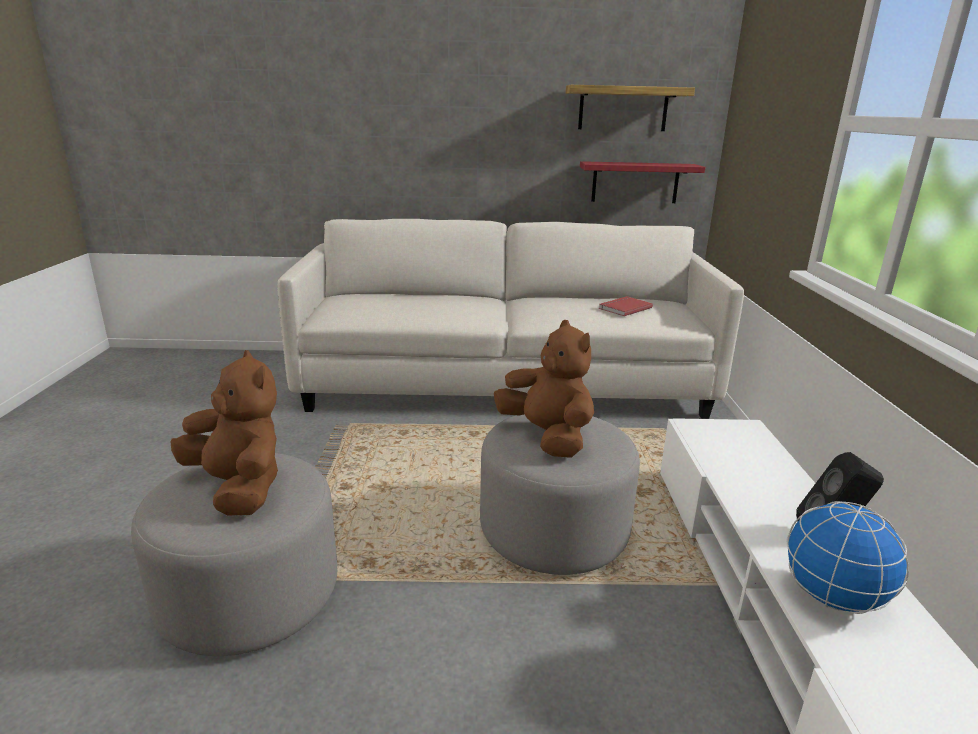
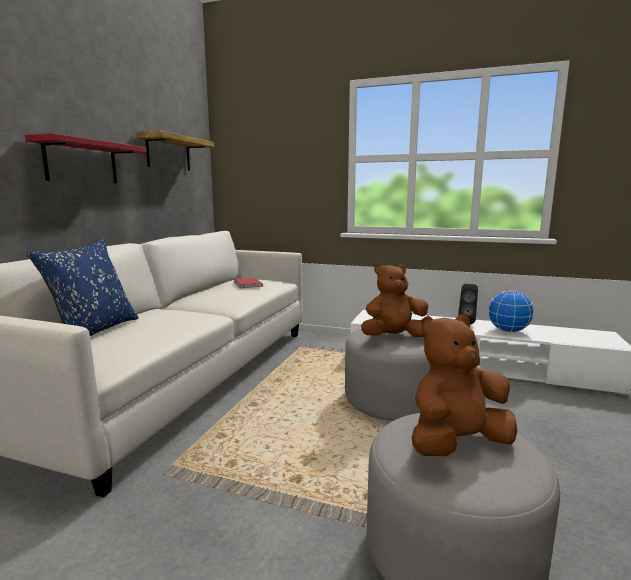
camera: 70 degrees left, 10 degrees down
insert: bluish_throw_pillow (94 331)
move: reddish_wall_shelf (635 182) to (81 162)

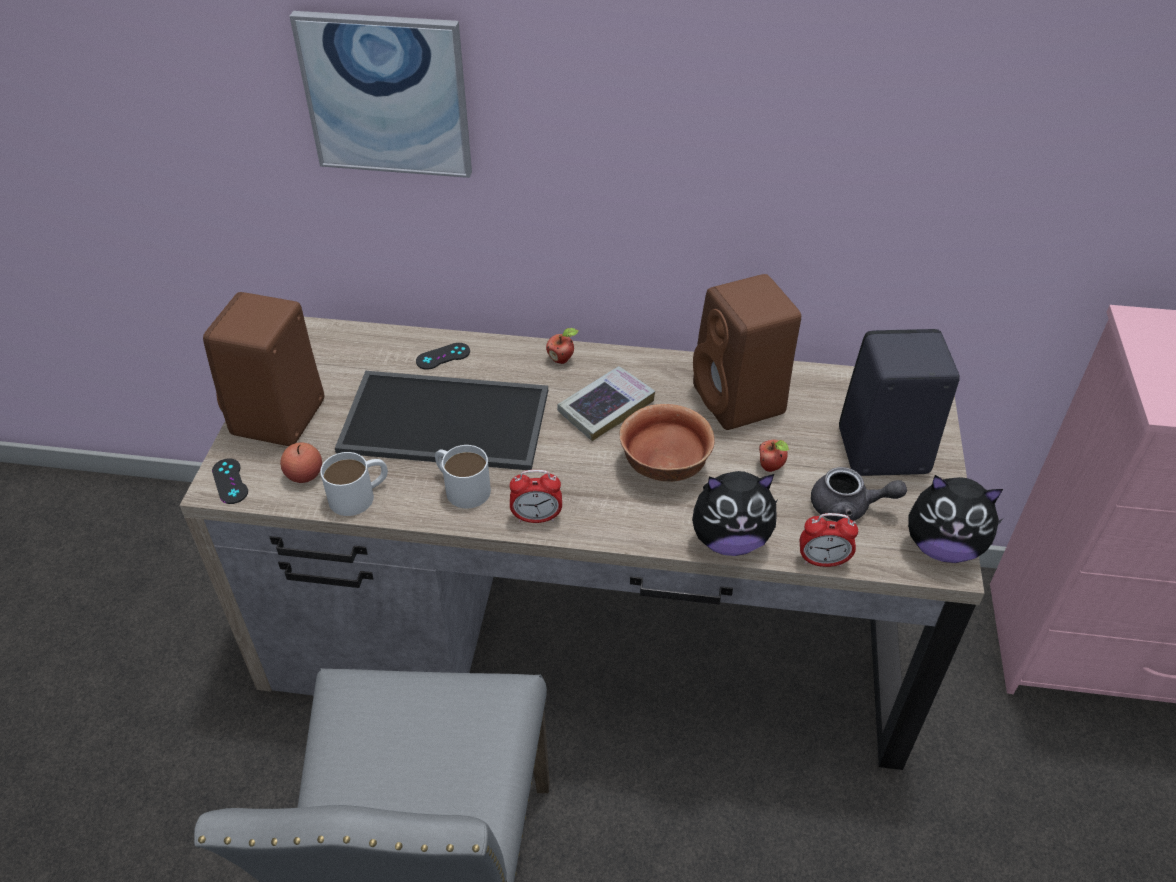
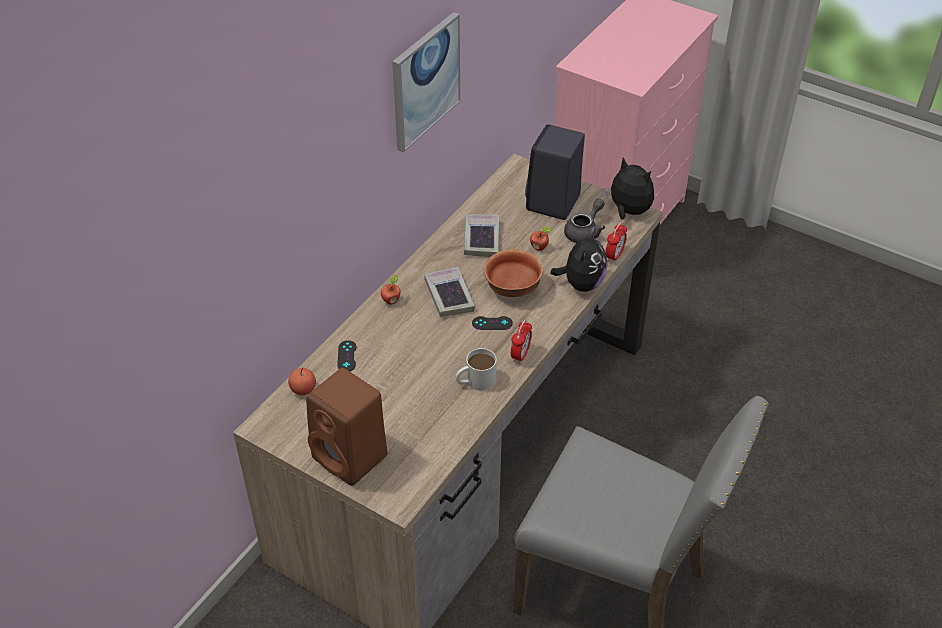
camera: 65 degrees left, 0 degrees up
delete: white_coffee_mug (360 495); serving_tray (442 423)
move: blackish_game_controller (230 481) to (492 323); apple_fruit (304 475) to (303 389); wall_art (386 95) to (425 81)
replace: brownish_loudspeaker (740 401) to book (481 239)
rotate: soft_toy (942 546) = (628 211) 90 degrees counterclockwise

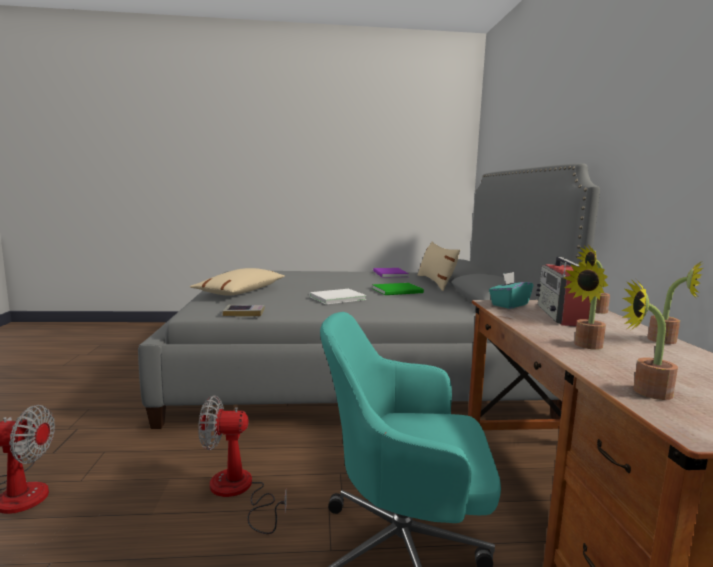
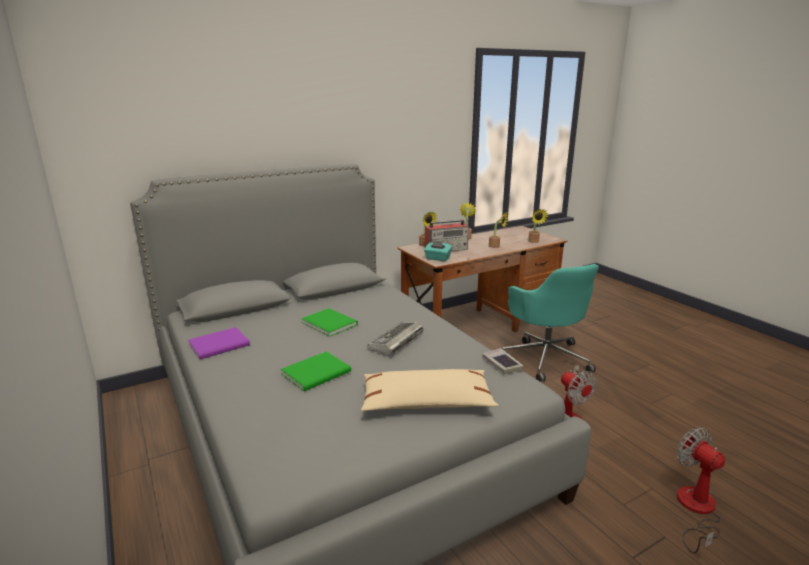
camera: 115 degrees left, 10 degrees up
delete: beige-coloured_throw_pillow (436 282)
insert: green-coloured_book (318 372)
replace: white_book (335 298) to keyboard (396 342)

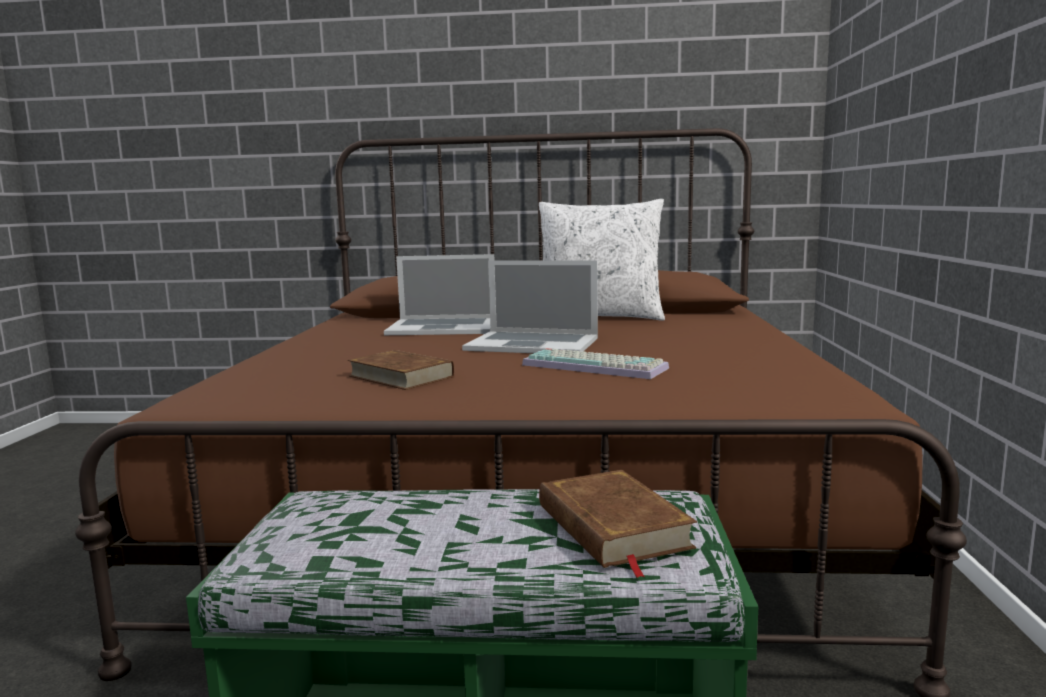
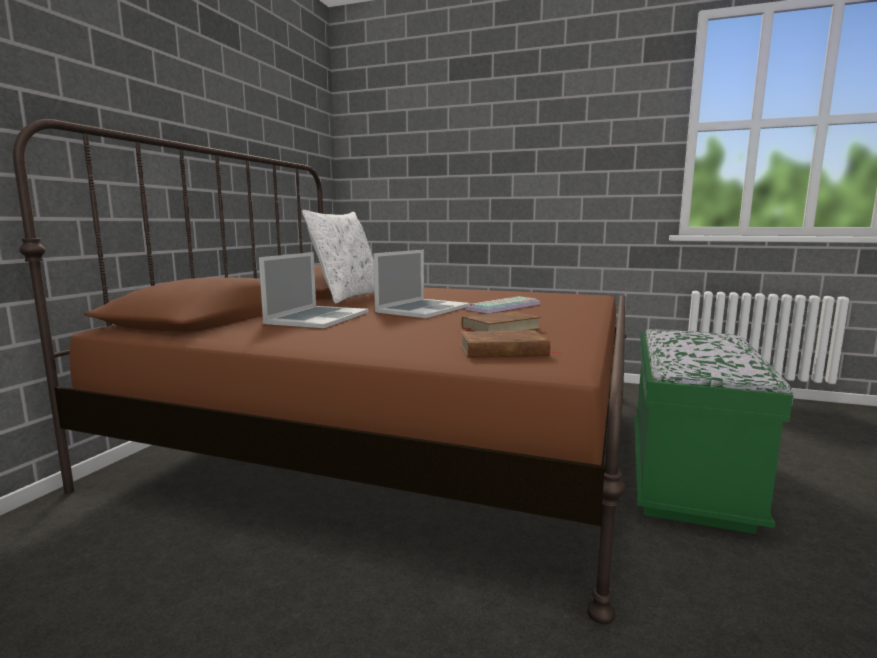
camera: 75 degrees left, 0 degrees up
move: brownish_book (612 527) to (503 351)

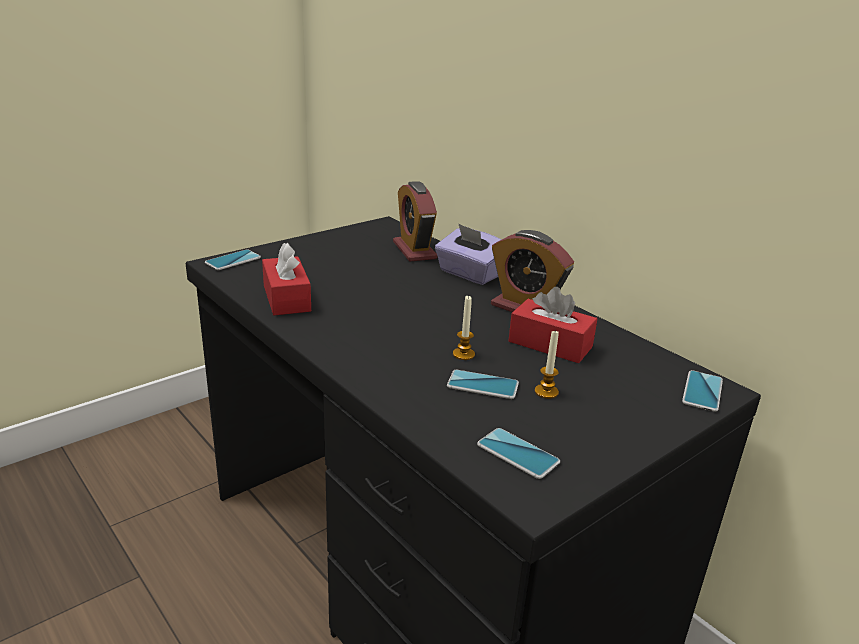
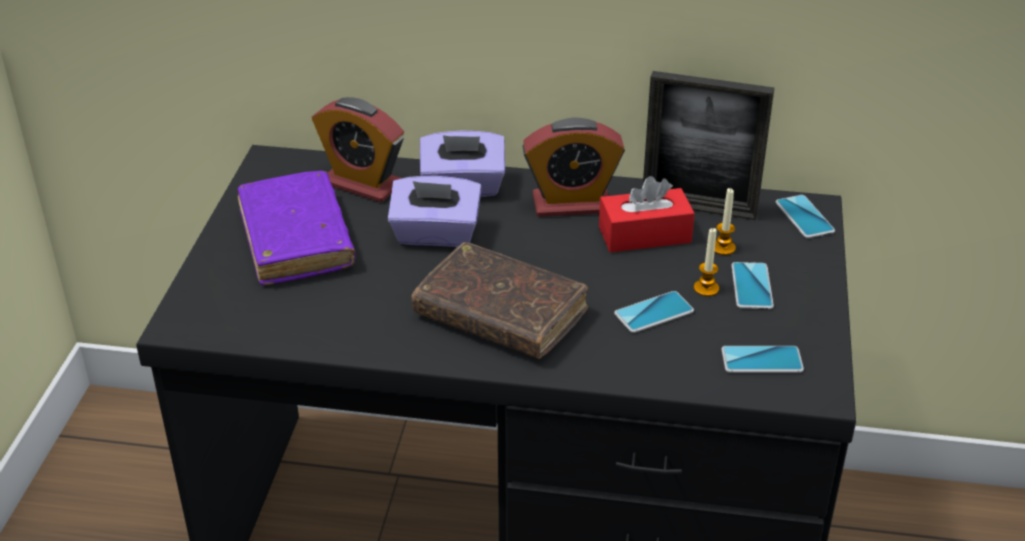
camera: 40 degrees left, 10 degrees up
delete: reddish_tissue_box (286 298)
insert: purple_book (296 240); purple_tissue_box (435 235); brownish_book (500 314); photo_frame (699 207)
move: phone (233 260) to (752 286); wax_candle (463 354) to (723 248)

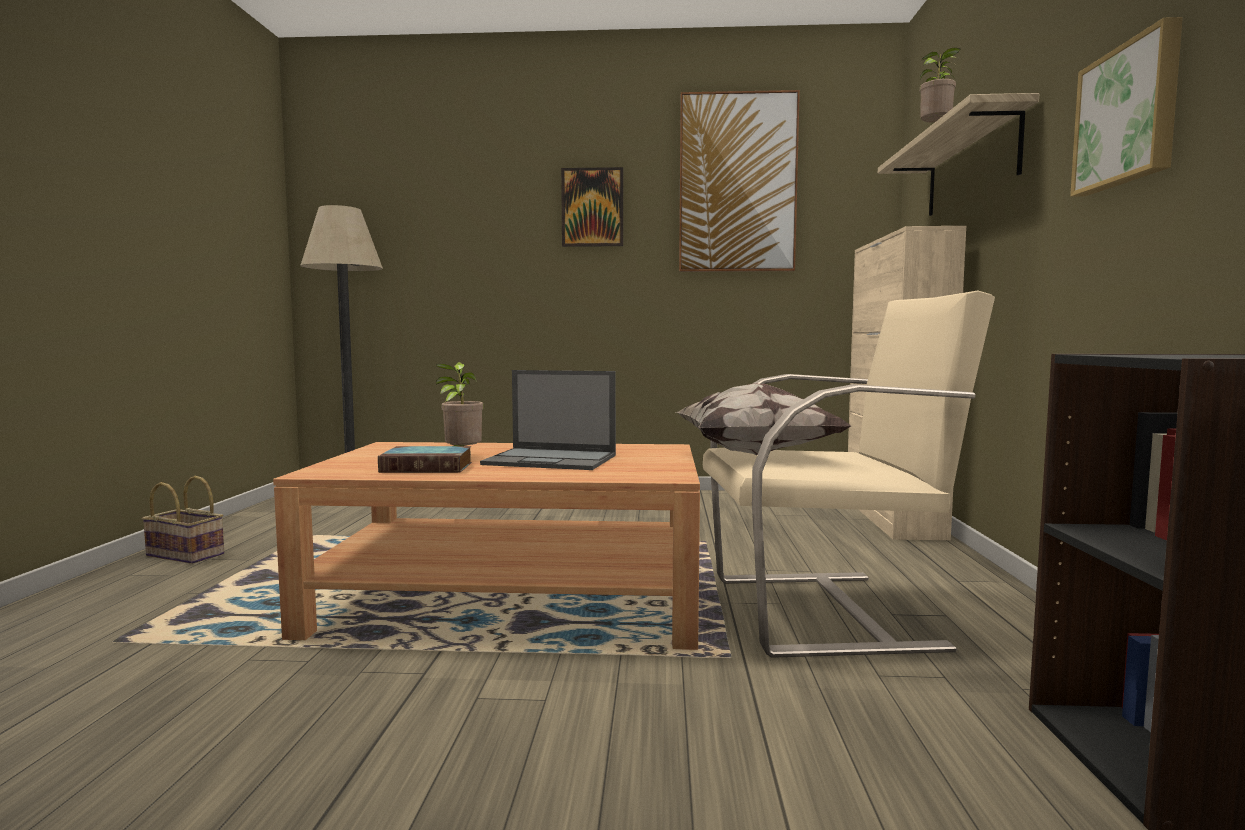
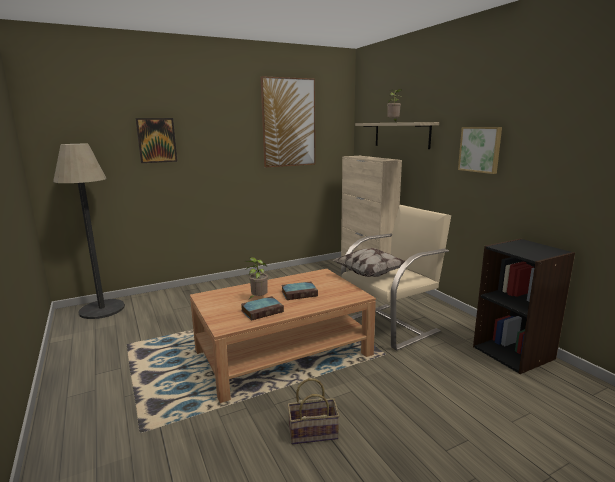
camera: 30 degrees left, 10 degrees up
move: basket (188 555) to (314 432); wall_art (592 207) to (156 140)
replace: laptop (552 460) to book (300 293)

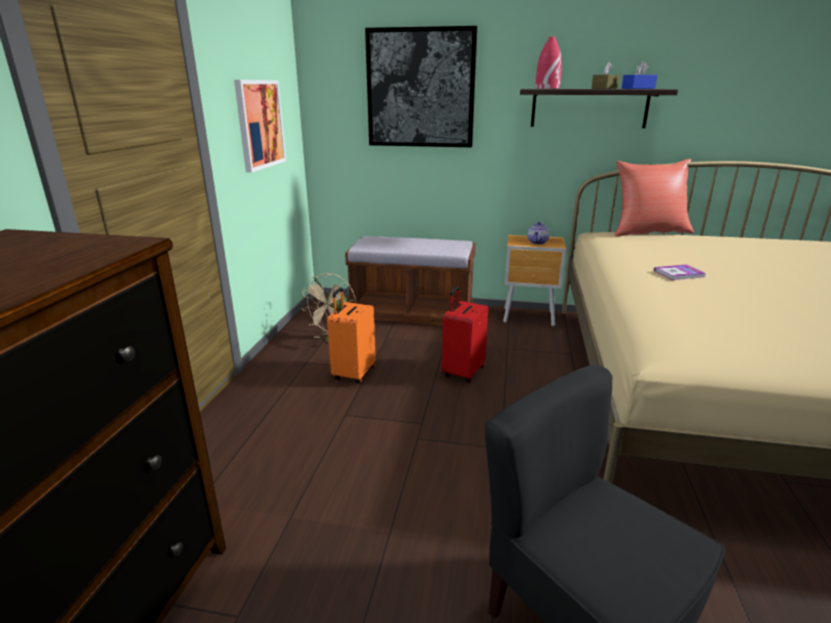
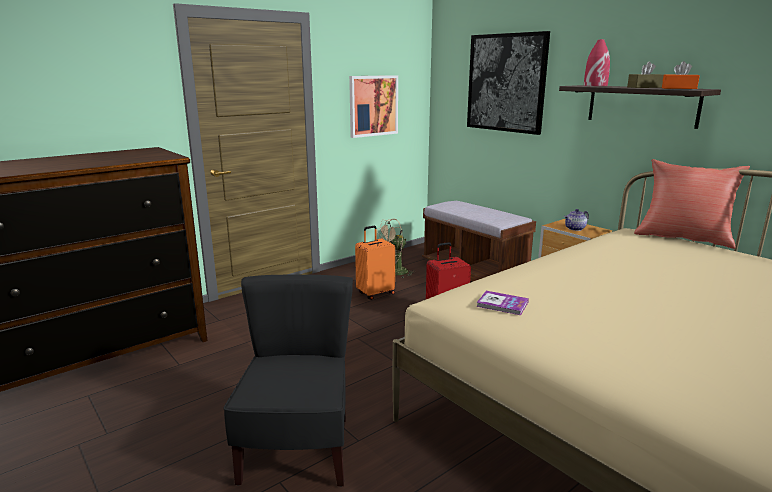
camera: 40 degrees right, 5 degrees down
move: book (679 273) to (502 304)
recolor: bluish_tissue_box (638 88) to orange_tissue_box (679 88)

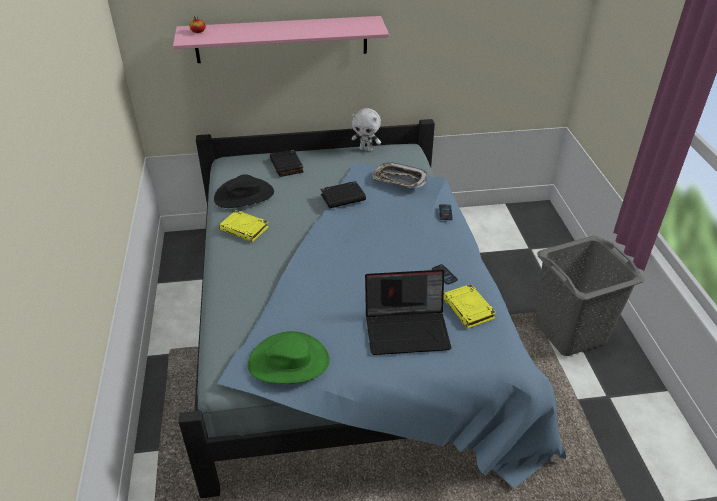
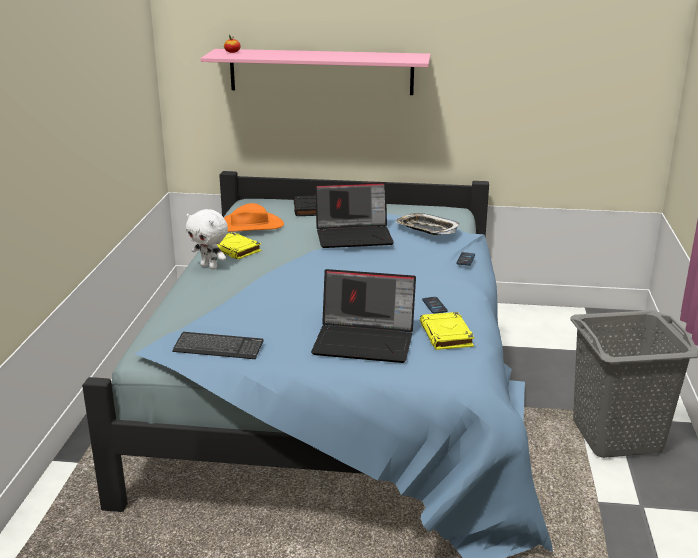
camera: 15 degrees right, 15 degrees down
move: white_soft_toy (366 149) to (210 267)
replace: green-coloured_hat (289 362) to keyboard (218 347); blackish_book (343 197) to laptop (355 236)
recolor: blackish_hat (244 195) to orange_hat (250 226)

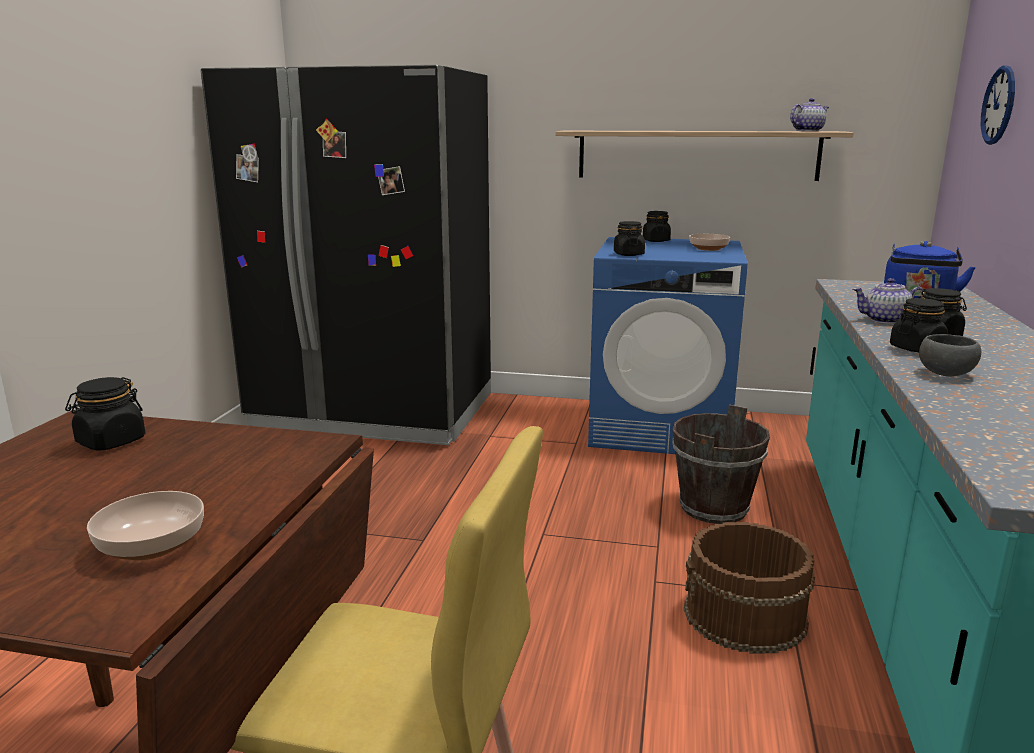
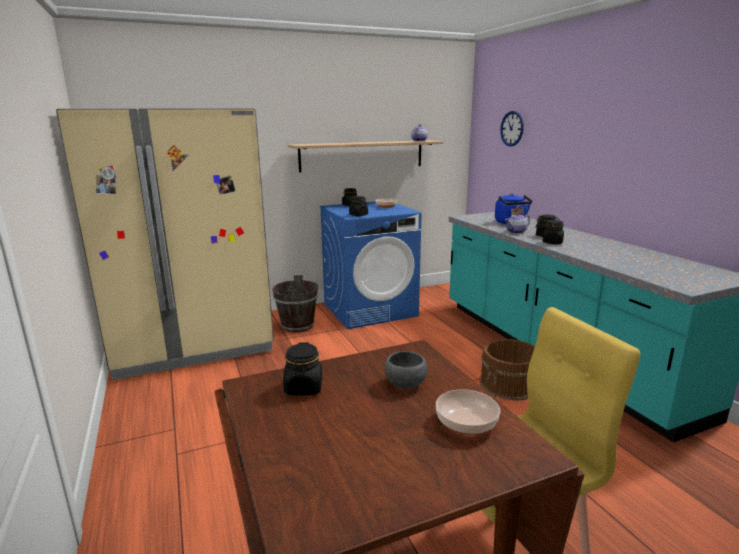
camera: 35 degrees left, 0 degrees up
move: brownish_pail (713 508) to (297 325); gray_deep_dish (945 373) to (405 383)
recolor: blackish_refrigerator (375 412) to beige-coloured_refrigerator (193 344)

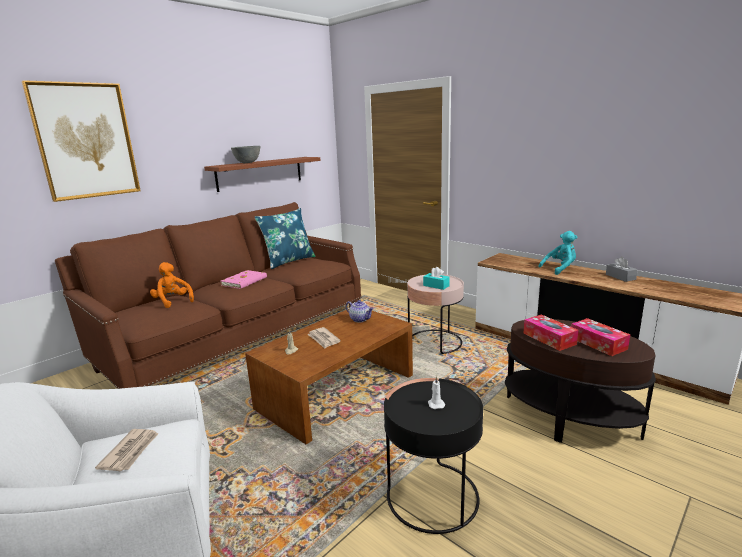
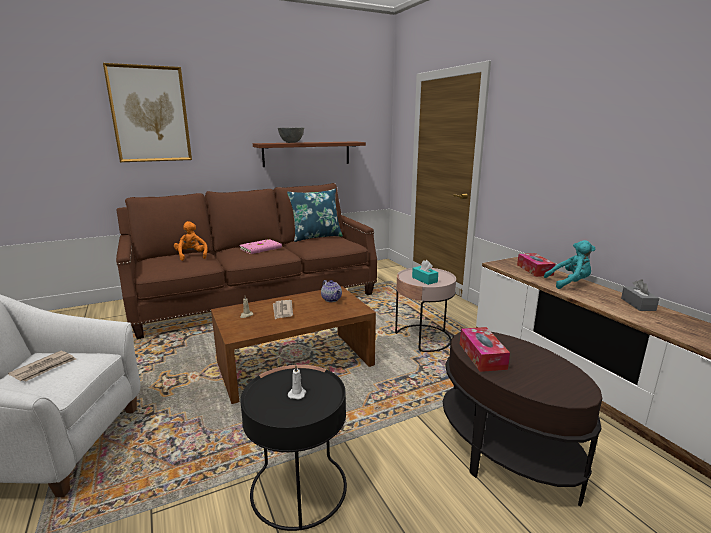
camera: 20 degrees right, 0 degrees up
move: tissue_box (598 343) to (534 270)

